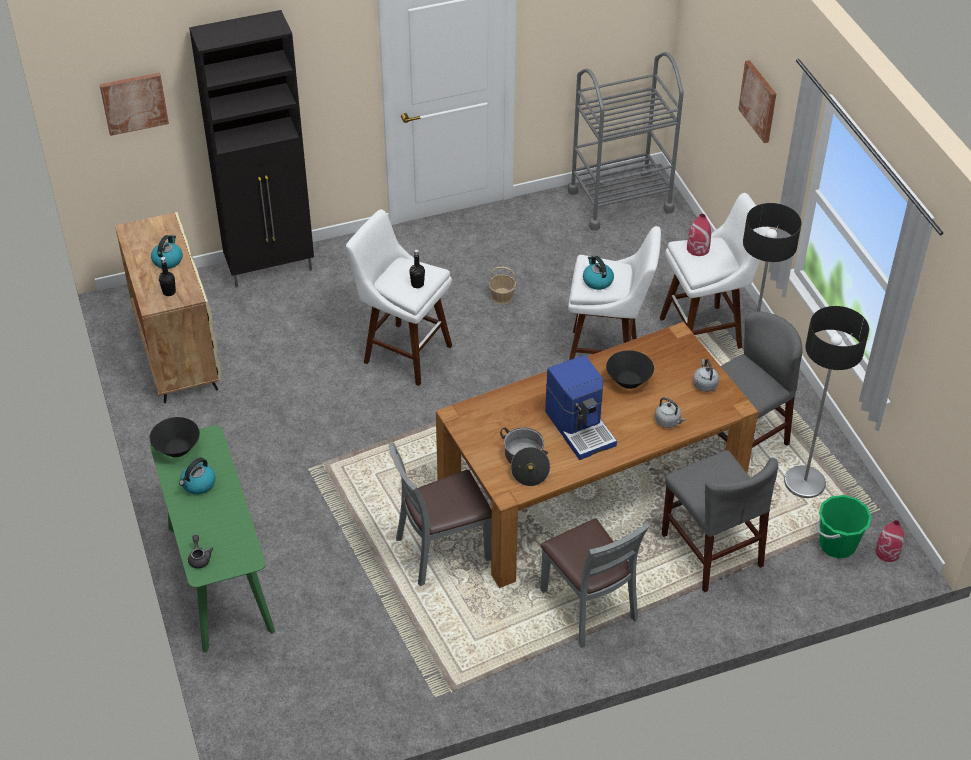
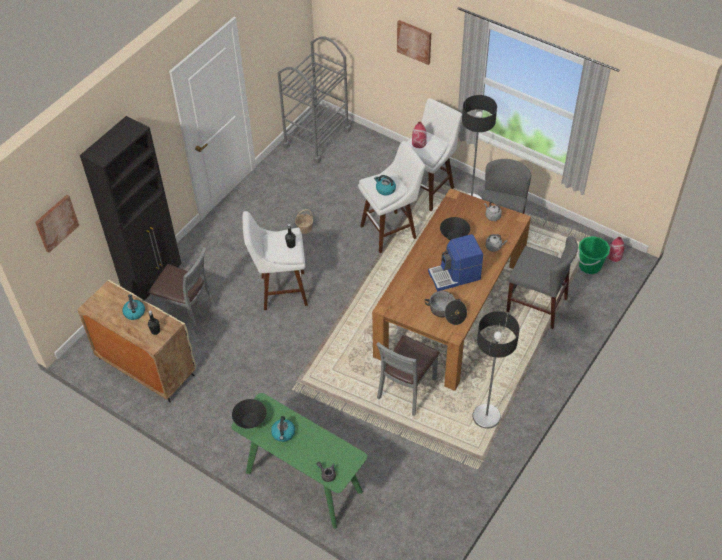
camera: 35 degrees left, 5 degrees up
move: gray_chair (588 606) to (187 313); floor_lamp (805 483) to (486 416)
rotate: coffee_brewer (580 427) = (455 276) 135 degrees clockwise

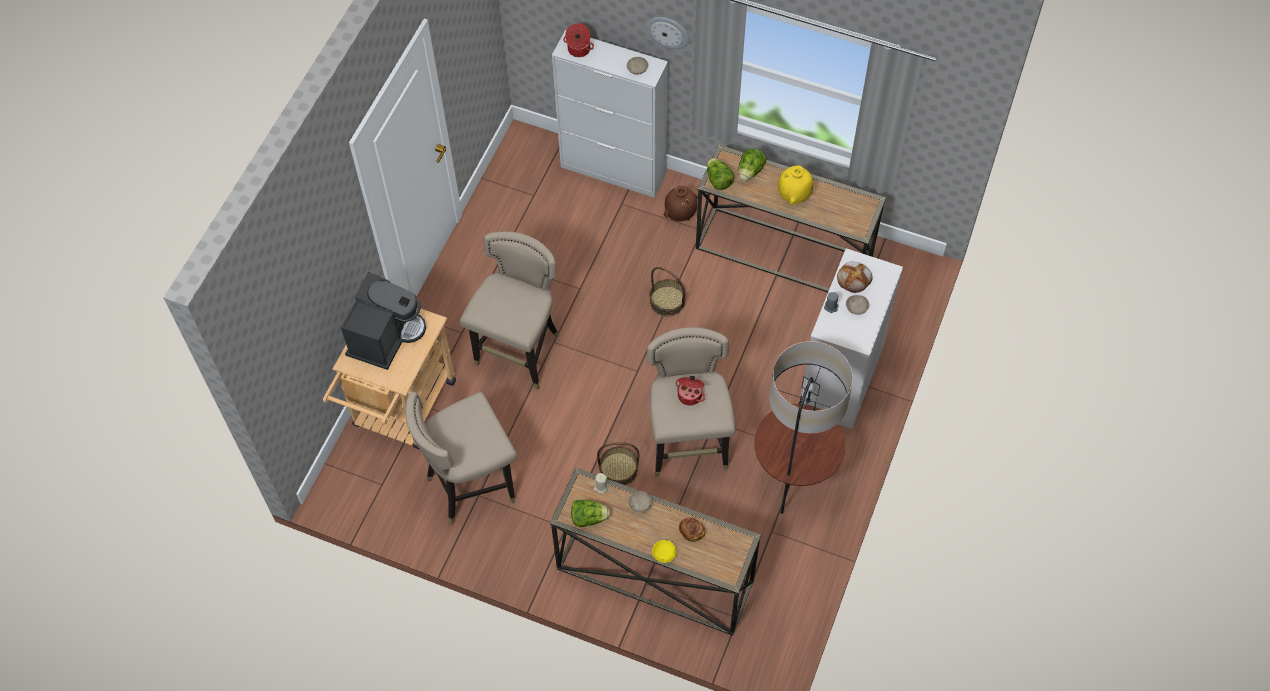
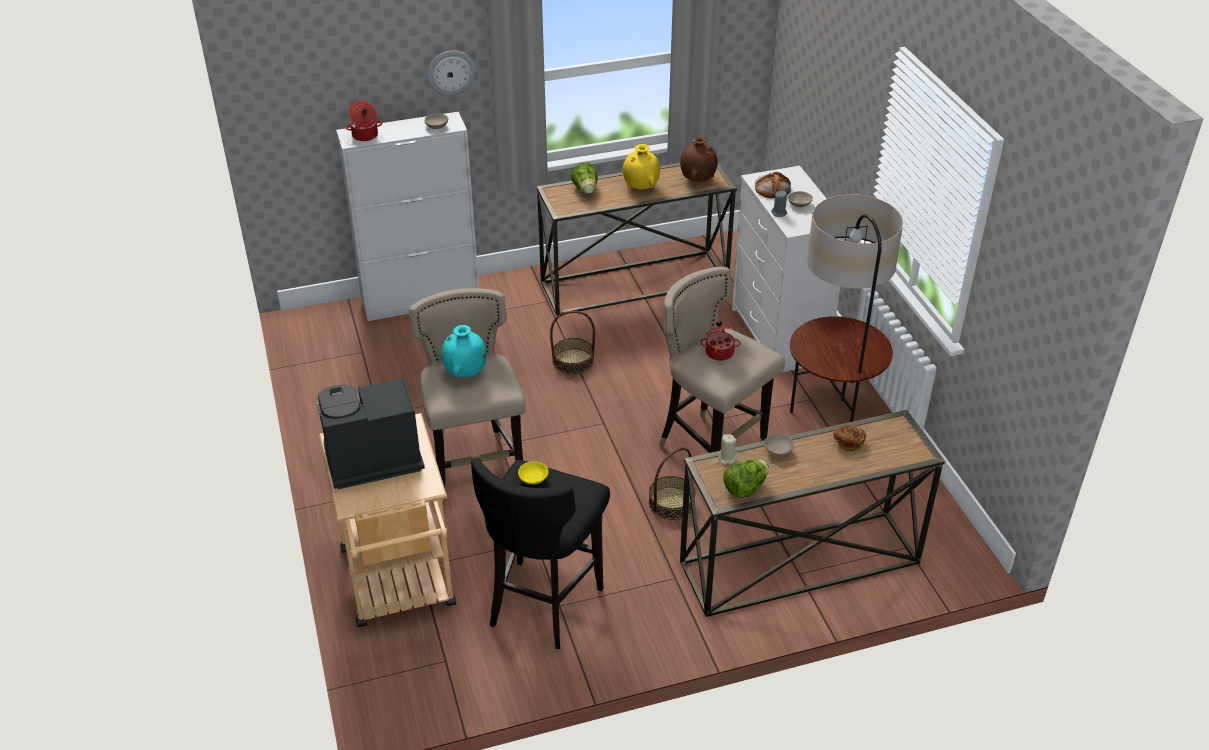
camera: 40 degrees left, 20 degrees down
delete: lettuce (718 180)
insert: turquoise-coloured_flower_vase (465 373)
move: yellow-coloured_deep_dish (665 553) to (534 477); brownish_flower_vase (680 214) to (697 180)
recolor: beige-coloured_stool_seat (471 486) to blackish_stool_seat (543 603)
rotate: coffee_brewer (385 336) = (370 460) 90 degrees counterclockwise

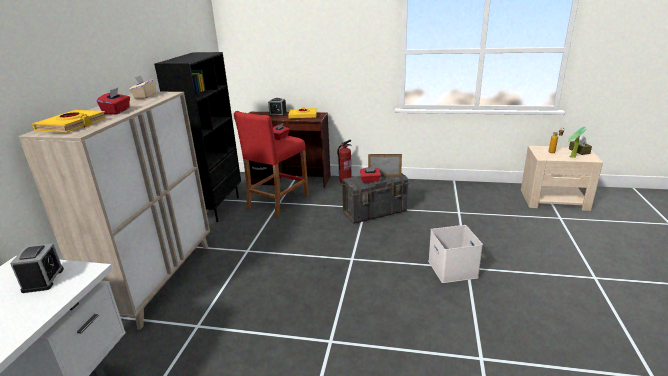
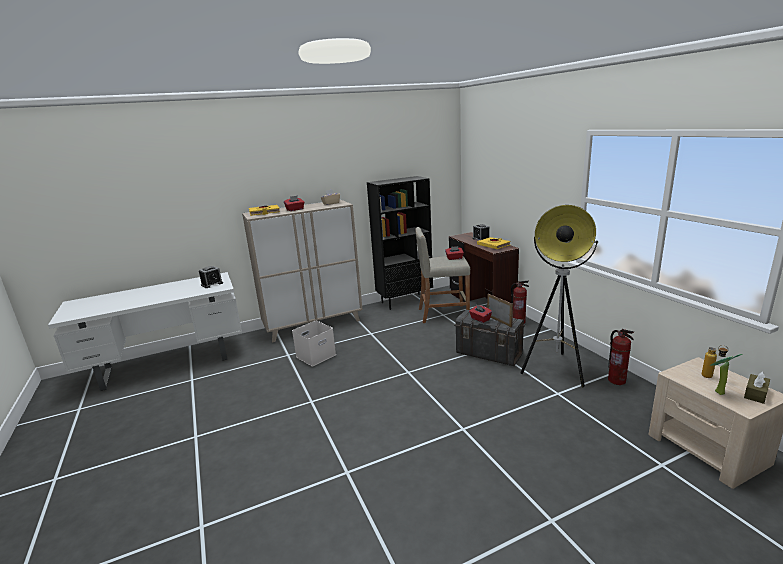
camera: 55 degrees right, 5 degrees down
insert: floor_lamp (555 370); fire_extinguisher (617 380)
move: white_storage_bin (451 268) to (316 355)
recolor: reddish_stool_seat (277 202) to beige-coloured_stool_seat (443 314)

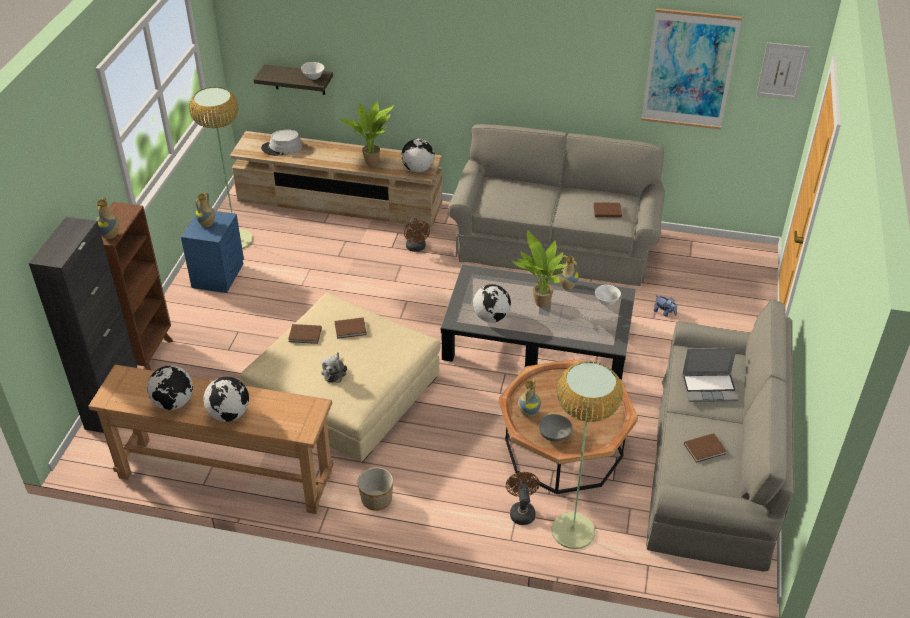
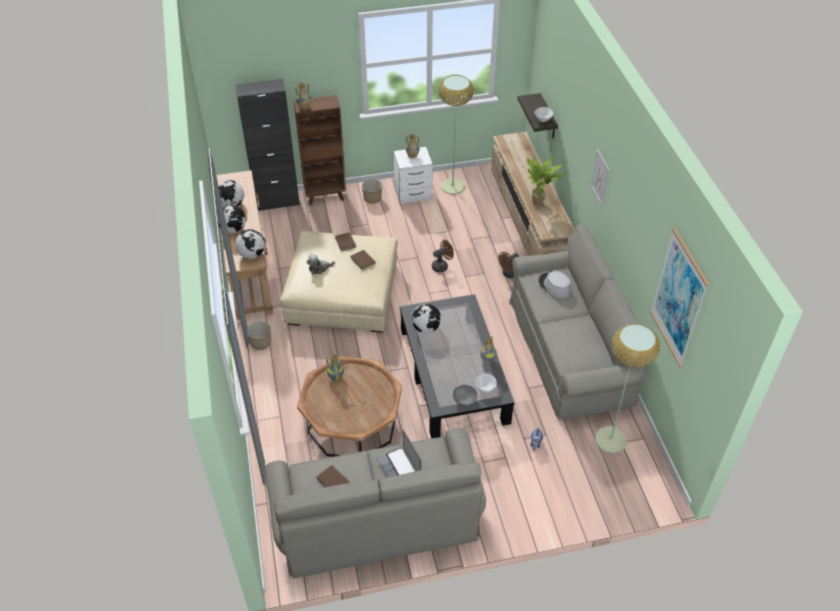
camera: 65 degrees right, 5 degrees up
delete: houseplant (539 304); brownish_book (606 211)
insert: flower_pot (372 198)
move: gray_hat (282 147) to (554 286); globe (418 169) to (252 254); brownish_electric_fan (521 511) to (442 266); gray_deep_dish (554 435) to (464 400); floor_lamp (573 531) to (610 440); wall_art (782 71) to (600 178)
recolor: bluish_bedside_table (219 275) to white_bedside_table (414 193)

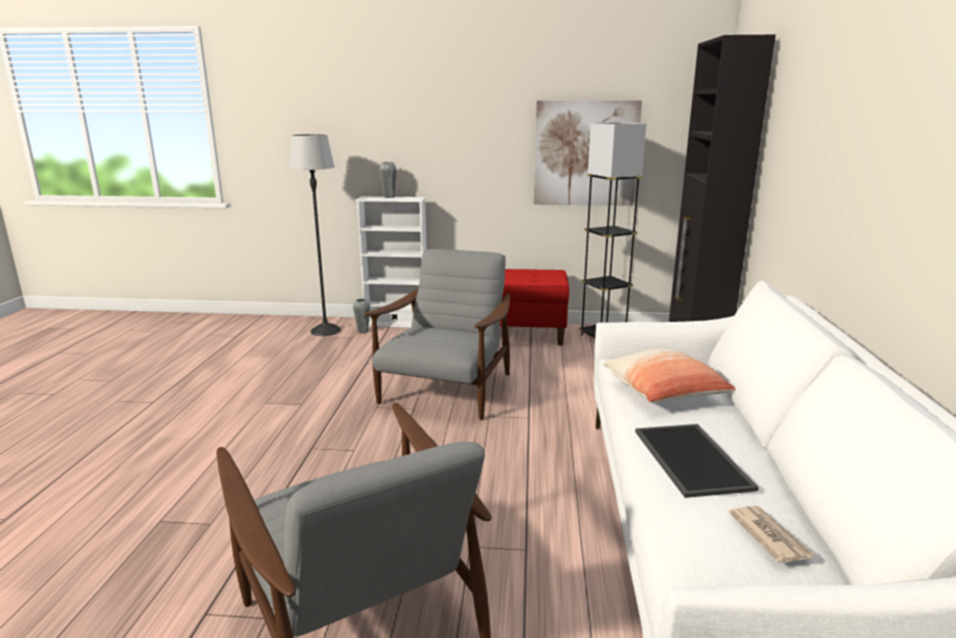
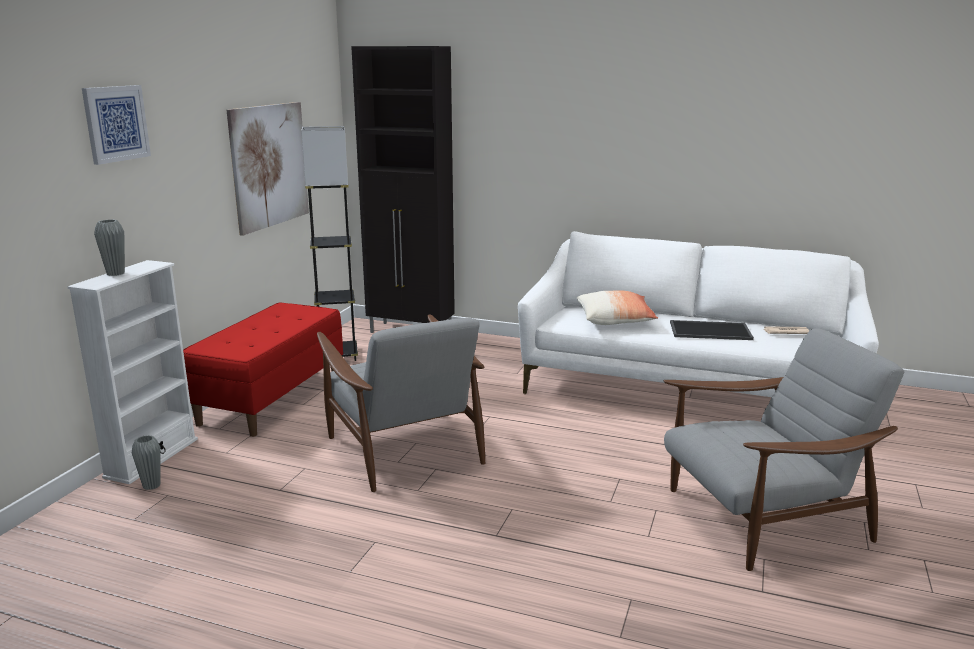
camera: 75 degrees left, 0 degrees up
delete: floor_lamp (326 330)
insert: wall_art (115 123)
rotate: gray_armchair (446 390) = (404 447) 150 degrees counterclockwise

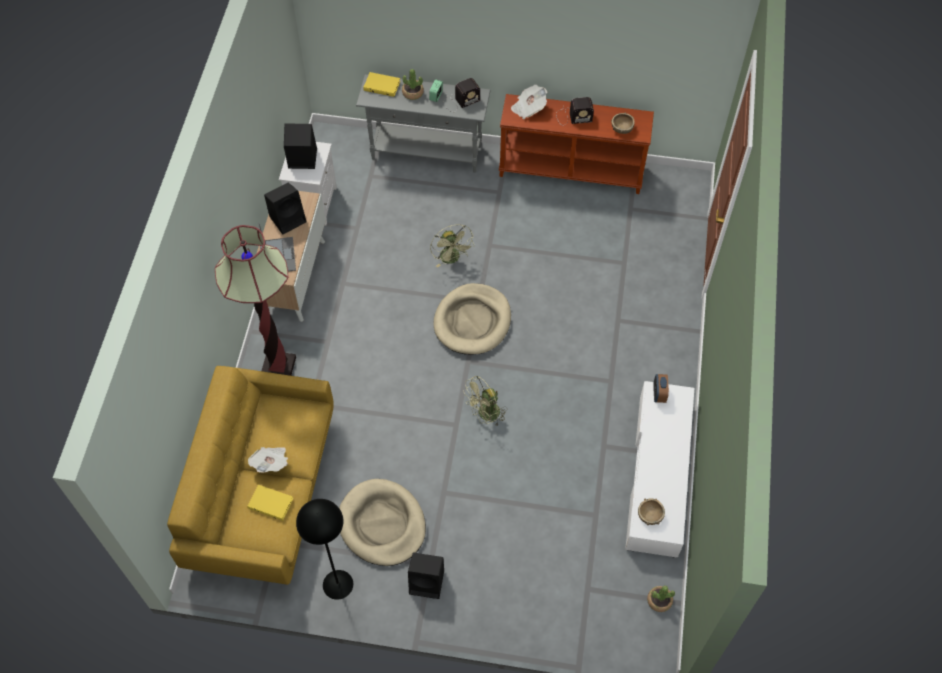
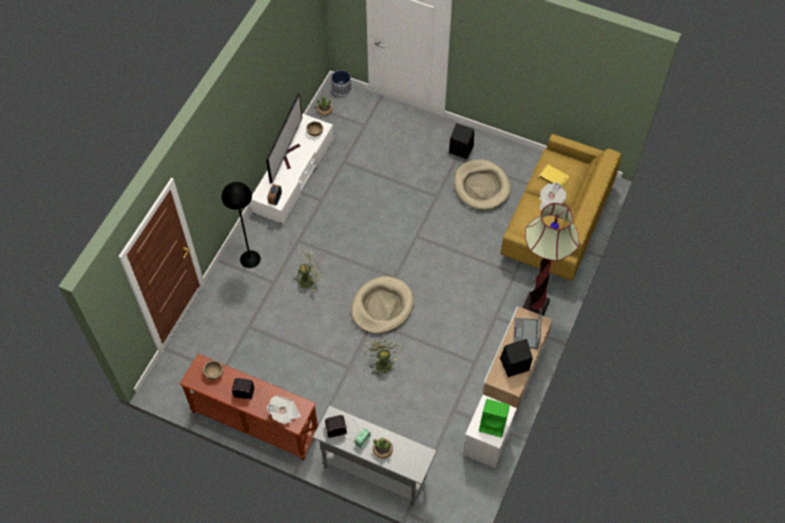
camera: 165 degrees left, 0 degrees up
delete: yellow-coloured_book (382 85)
insert: TV (288 154); flower_pot (341 88)
move: blackish_floor_lamp (337 584) to (250 259); green-coloured_electric_fan (485 415) to (309 280)
recolor: blackish_loudspeaker (301 158) to green-coloured_loudspeaker (494 424)

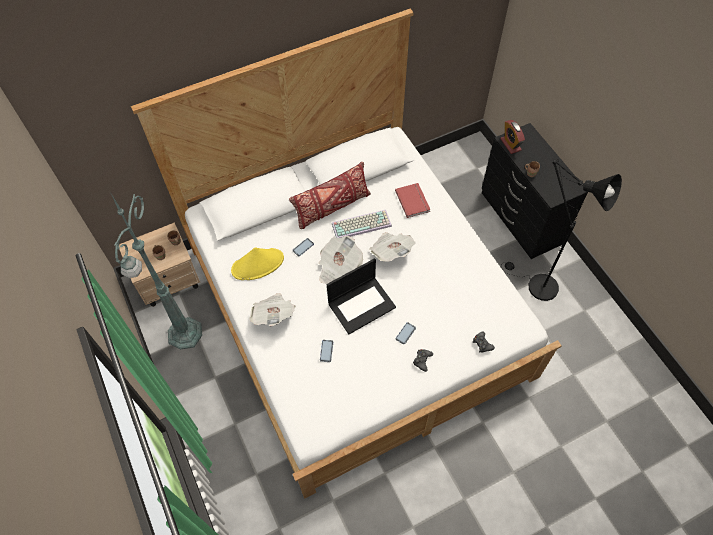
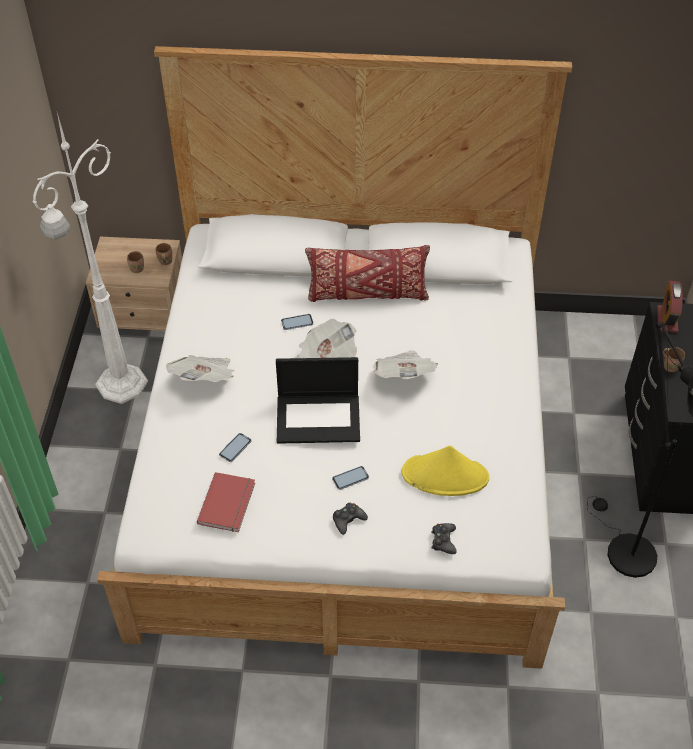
camera: 30 degrees right, 10 degrees down
delete: keyboard (362 224)
move: yellow-coloured_hat (258 264) to (445 475); reddish_book (413 200) to (228 503)
recolor: green-coloured_floor_lamp (184 335) to white_floor_lamp (119 385)

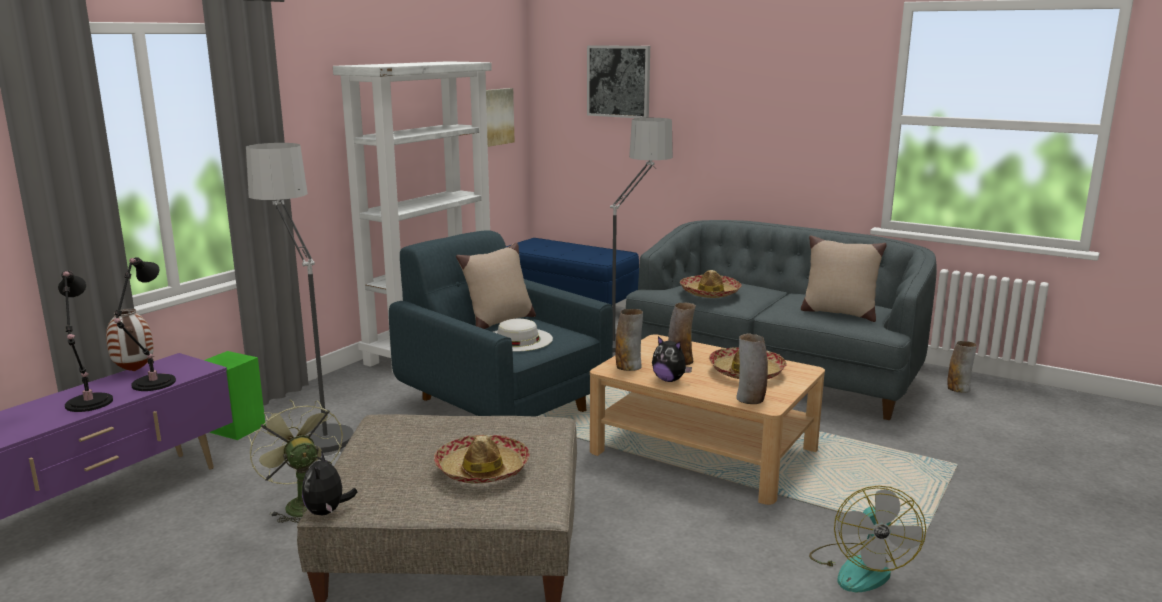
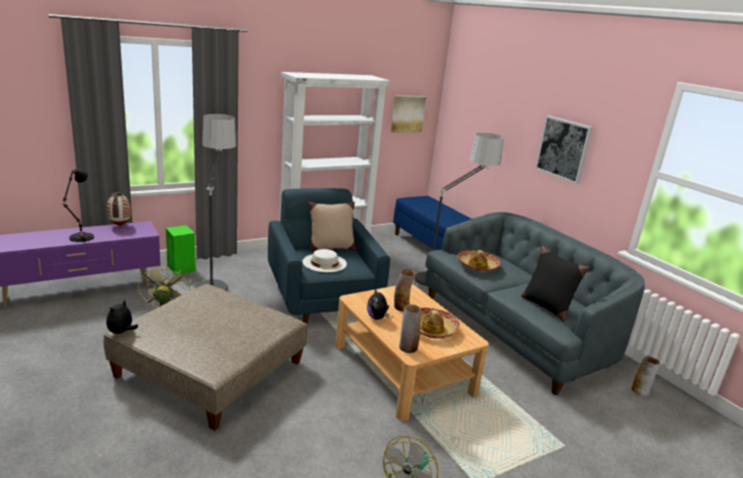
camera: 25 degrees right, 5 degrees up
delete: blackish_table_lamp (151 384); hat (482 470); flower_vase (628 366)
move: wall_art (619 81) to (563 148)
recolor: beige-coloured_throw_pillow (838 313) to blackish_throw_pillow (546 306)

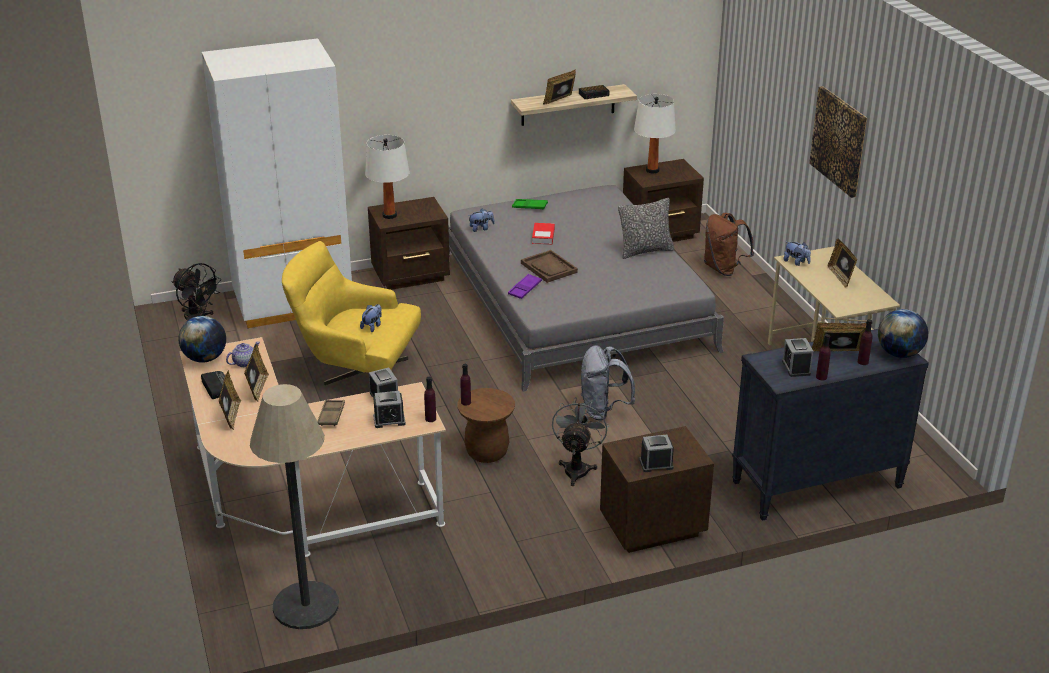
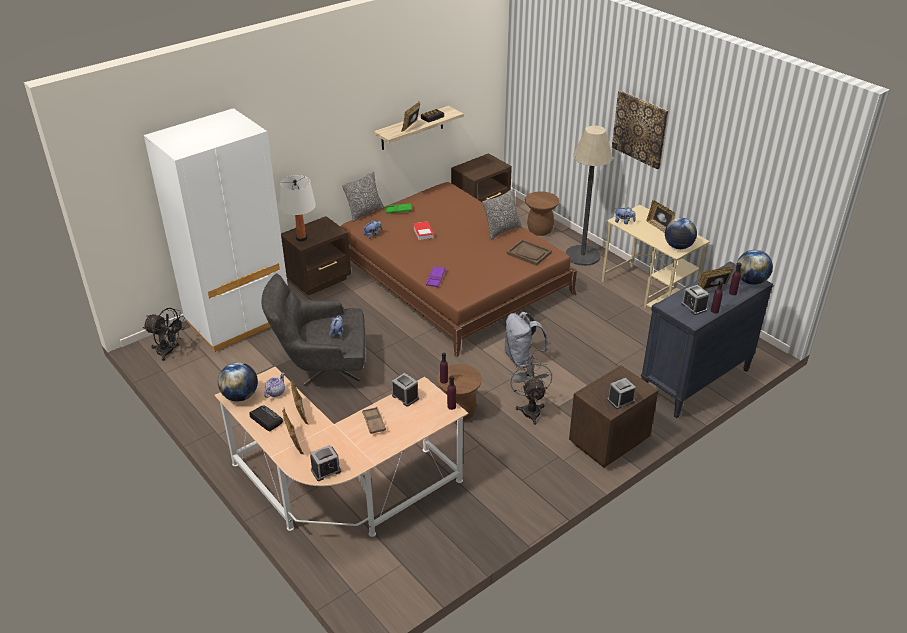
camera: 20 degrees left, 5 degrees up
delete: white_table_lamp (652 170)
insert: throw_pillow (364 212); globe (678 246)
move: floor_lamp (306 605) to (582 255); table_clock (389 420) to (326 470); brownish_serving_tray (549 268) to (529 253)
replace: brownish_knapsack (724 269) to brownish_stool_seat (540 230)
recolor: yellow-coloured_armchair (356 370) to gray_armchair (322 368); gray_bed (574 302) to brownish_bed (452 277)

